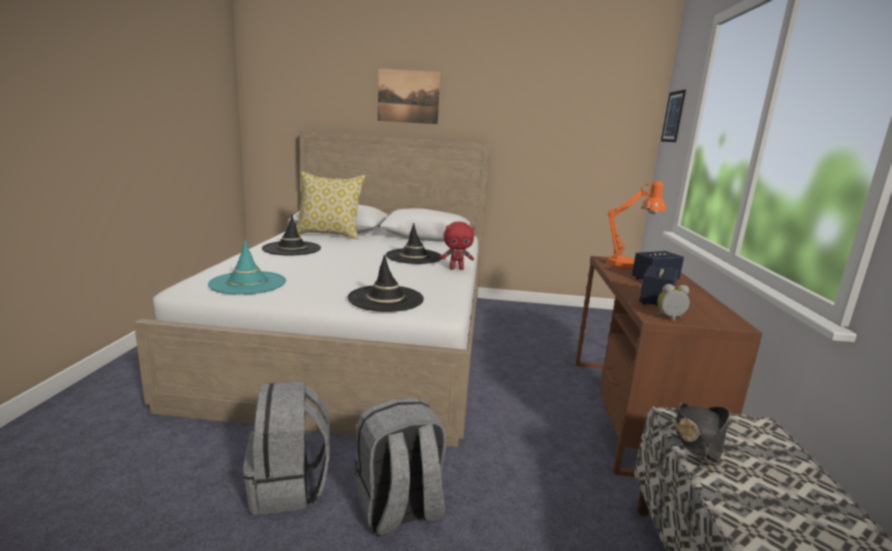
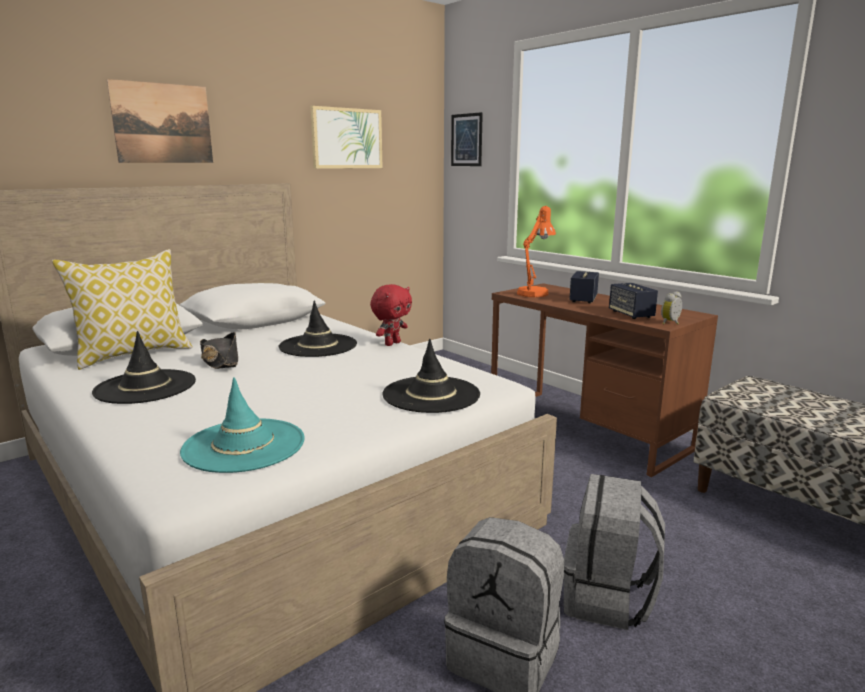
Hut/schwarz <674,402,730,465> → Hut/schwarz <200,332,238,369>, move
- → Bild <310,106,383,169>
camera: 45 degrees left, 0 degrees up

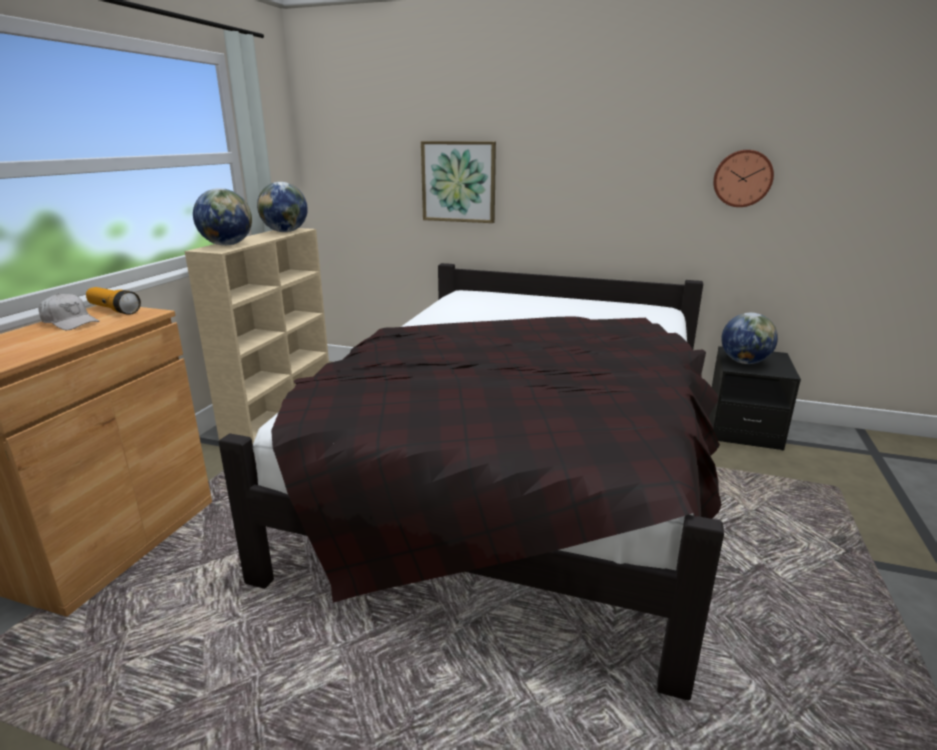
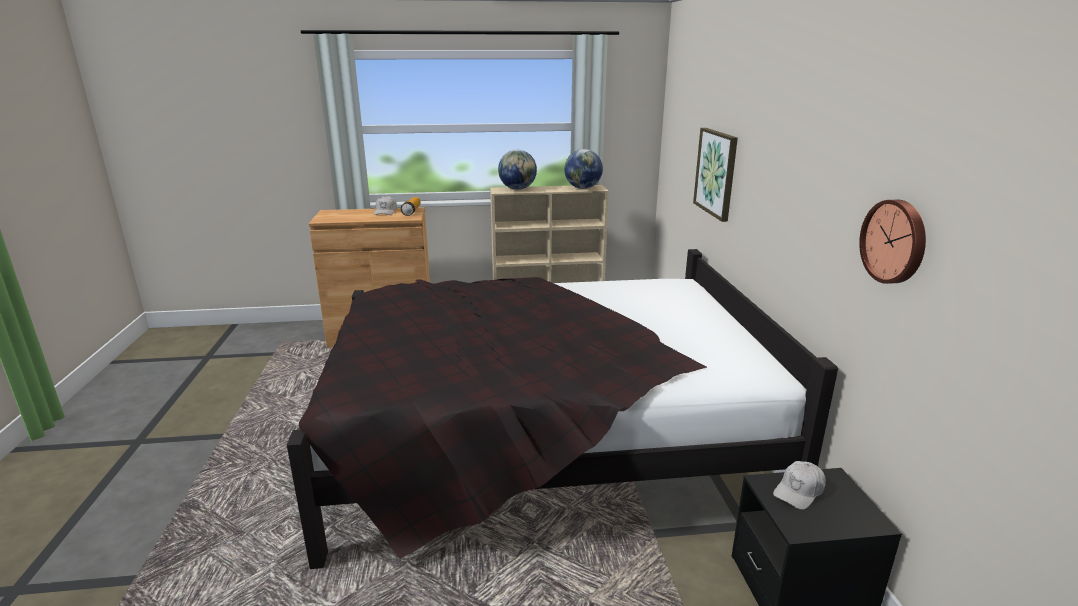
Globus <721,313,778,364> → Kappe/weiß <773,461,826,510>
camera: 65 degrees right, 0 degrees up

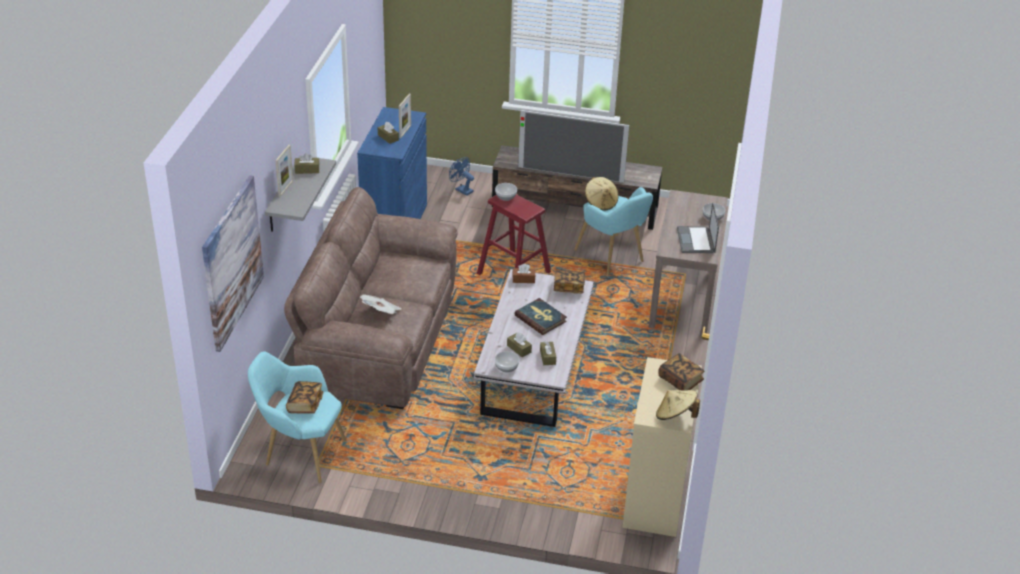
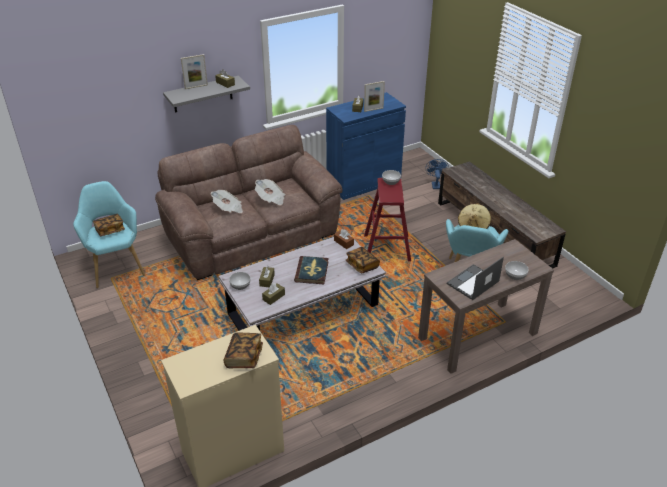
Fernseher <518,110,629,183> → -
Bild <202,175,264,352> → -
Hut/beige <656,390,700,420> → -
- → Zeitung <255,179,285,206>
camera: 50 degrees right, 0 degrees up

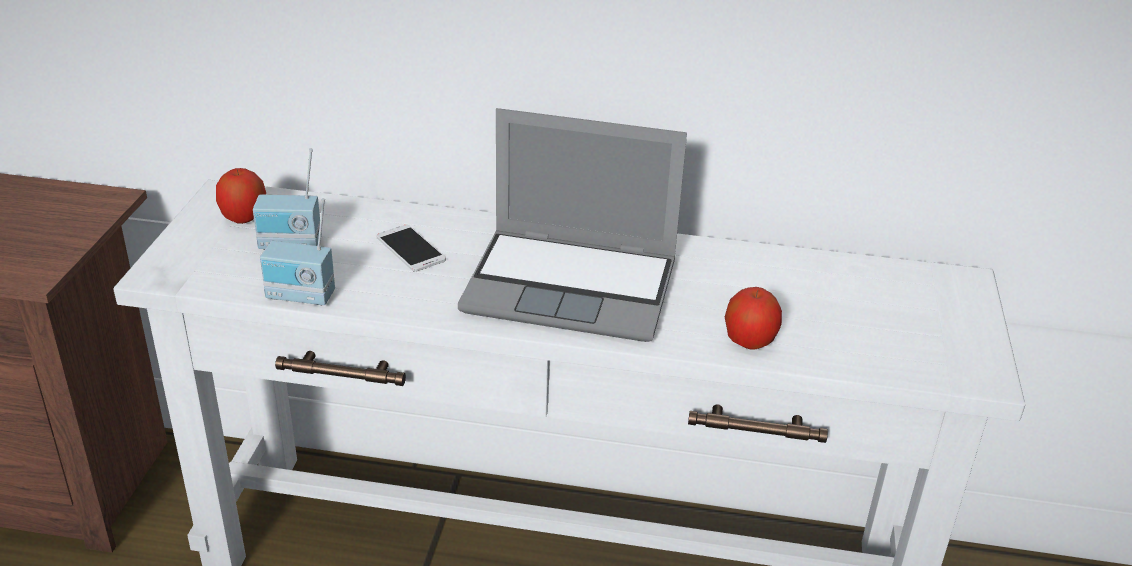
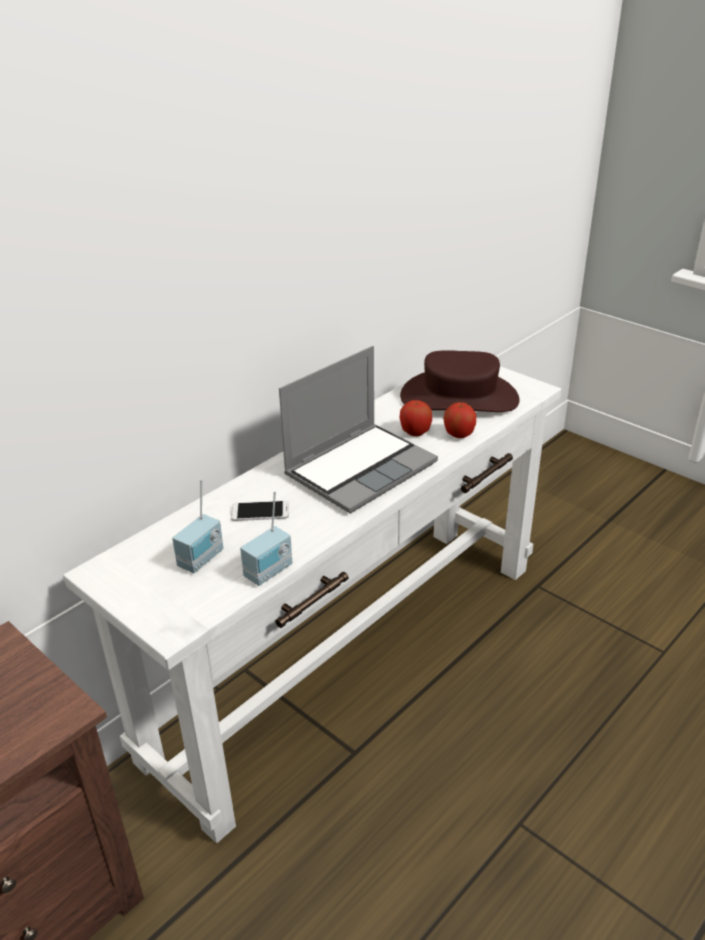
Apfel <216,168,266,224> → Apfel <400,400,432,436>, move
- → Hut/braun <400,351,520,412>
camera: 55 degrees left, 0 degrees up

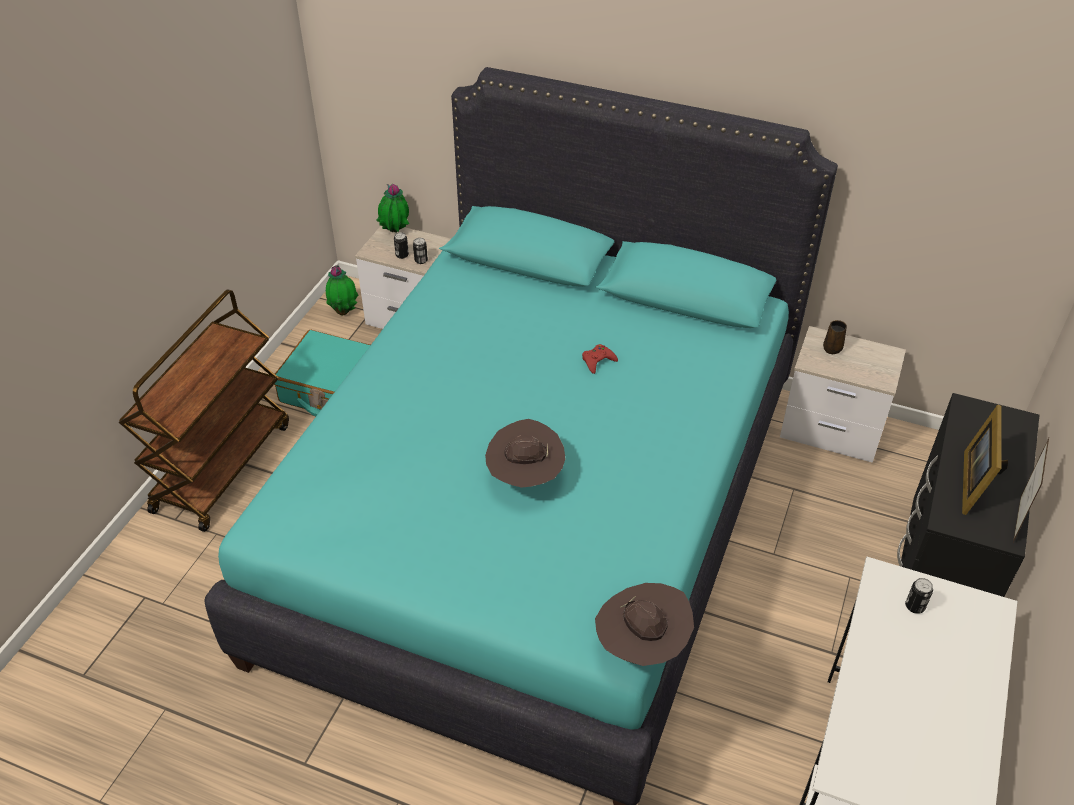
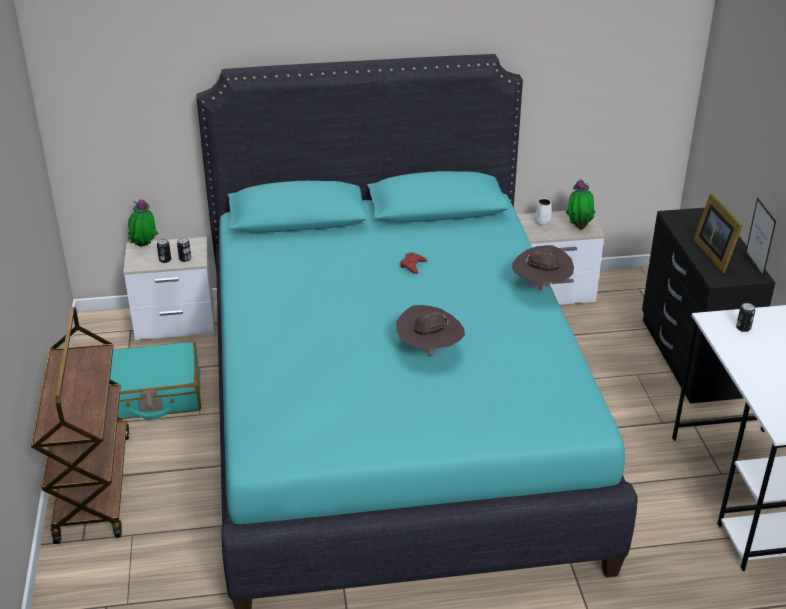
Topfpflanze <326,265,358,315> → Topfpflanze <566,180,595,229>, move
Henkelbecher/braun <823,320,847,355> → Henkelbecher/weiß <535,198,551,226>
Hut/braun <595,583,694,666> → Hut/braun <512,245,574,290>, move
camera: 30 degrees left, 10 degrees down

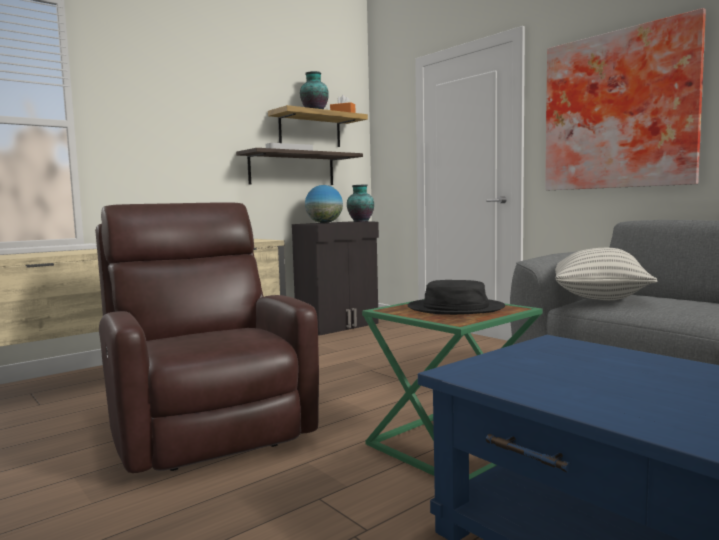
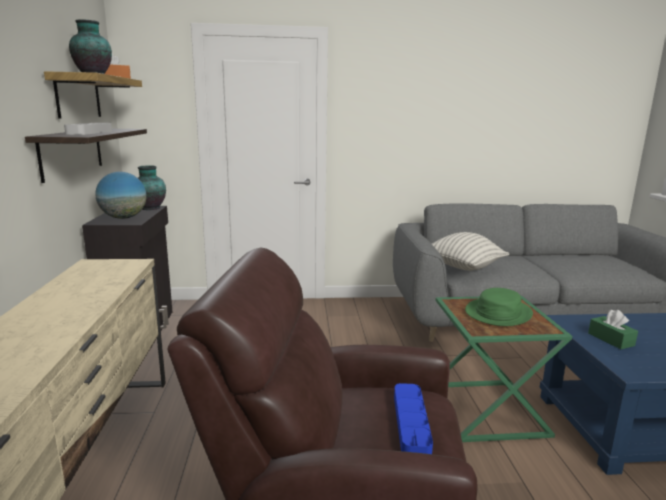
Bild <545,8,706,190> → -
Hut/schwarz <408,280,505,315> → Hut/grün <465,288,533,326>
- → Taschentuchbox/grün <588,310,638,349>
- → Tablett/blau <394,383,433,454>
camera: 55 degrees left, 10 degrees up

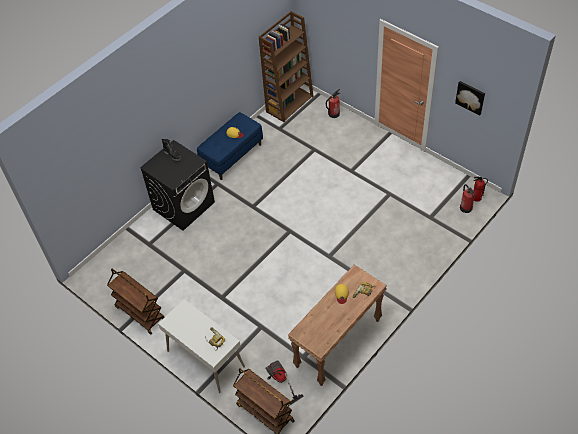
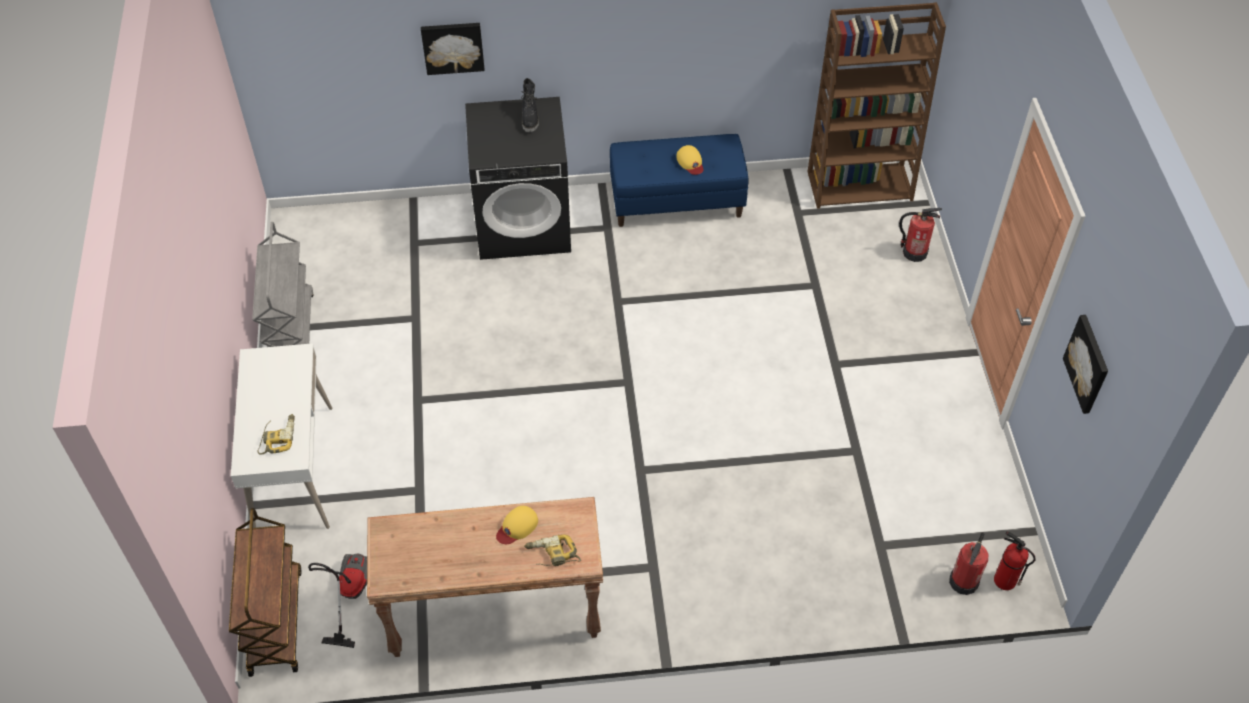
Rollwagen/braun <107,269,164,335> → Rollwagen/grau <252,222,314,347>
- → Bild <421,23,485,75>
camera: 40 degrees right, 0 degrees up

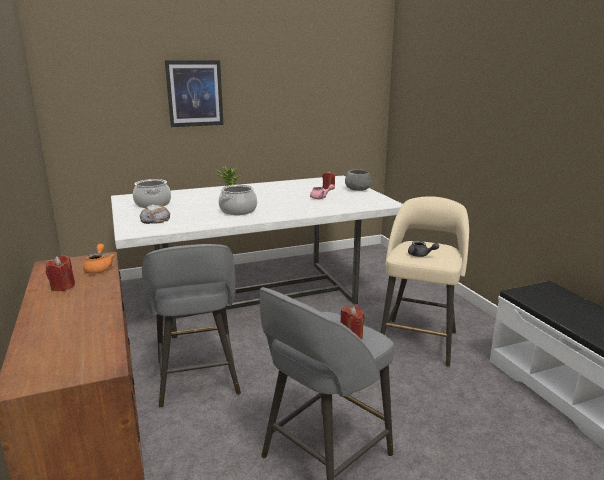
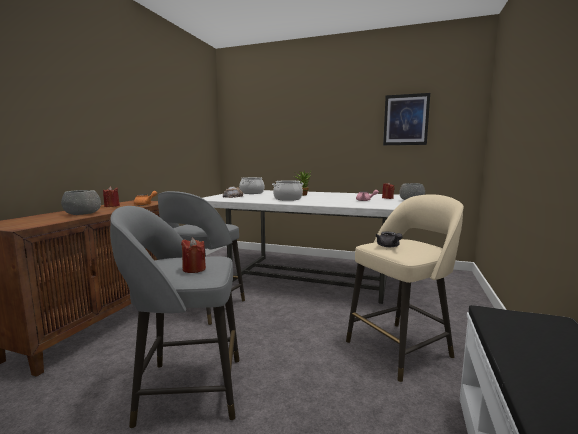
Bild <165,60,224,127> → Bild <383,93,430,145>, move
- → Schüssel/grau <61,190,101,215>
camera: 40 degrees right, 10 degrees down

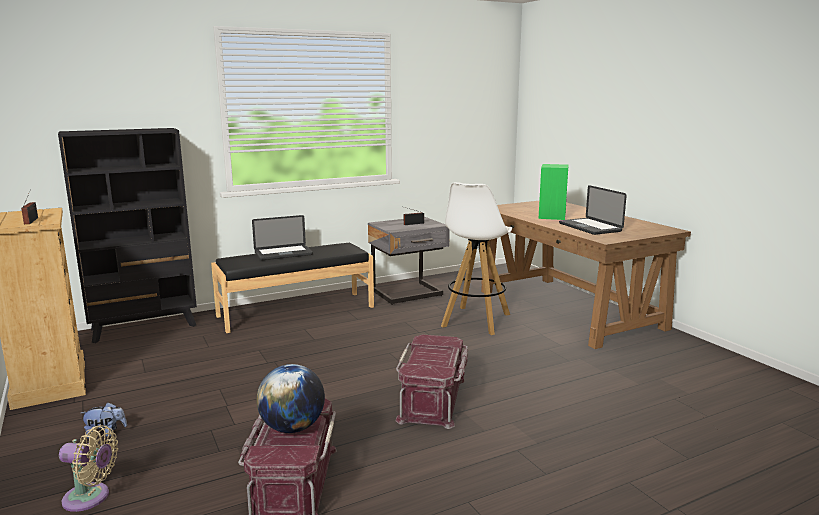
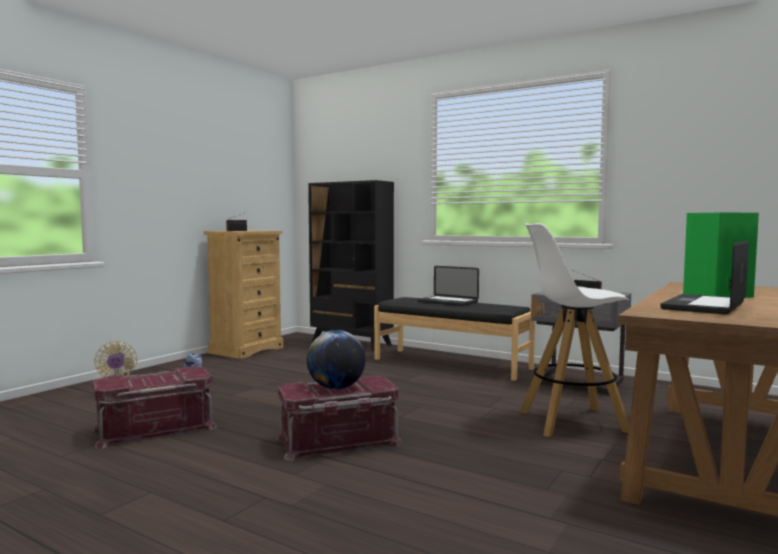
Globus <256,364,325,433> → Globus <307,330,366,390>, move
camera: 60 degrees right, 10 degrees down

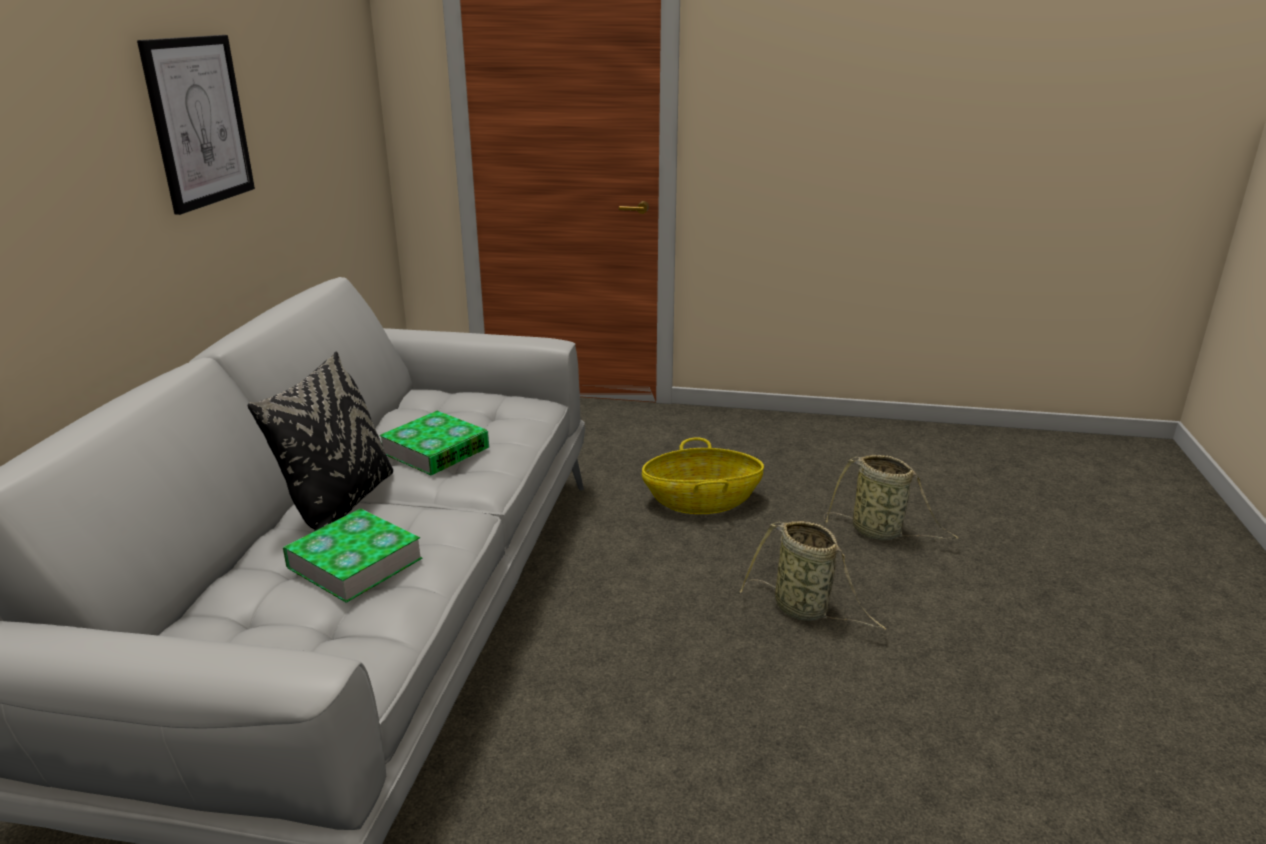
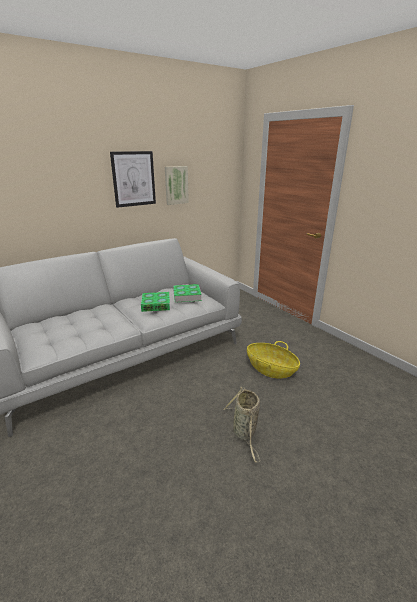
Kissen/schwarz <248,351,393,531> → -
Korb <824,455,958,540> → -
Buch <283,509,423,603> → Buch <173,284,202,303>, move
- → Bild <165,166,189,205>
camera: 45 degrees right, 0 degrees up

